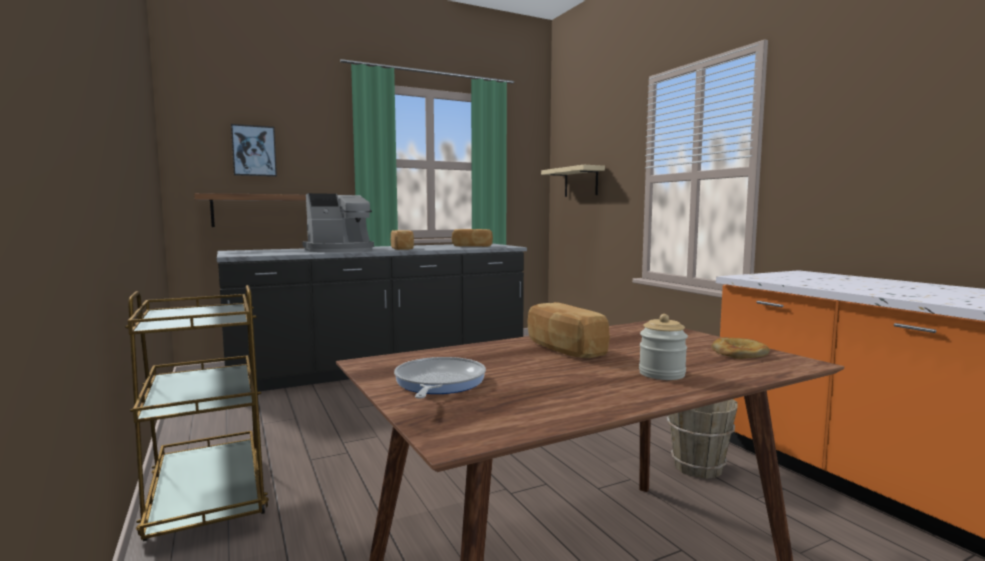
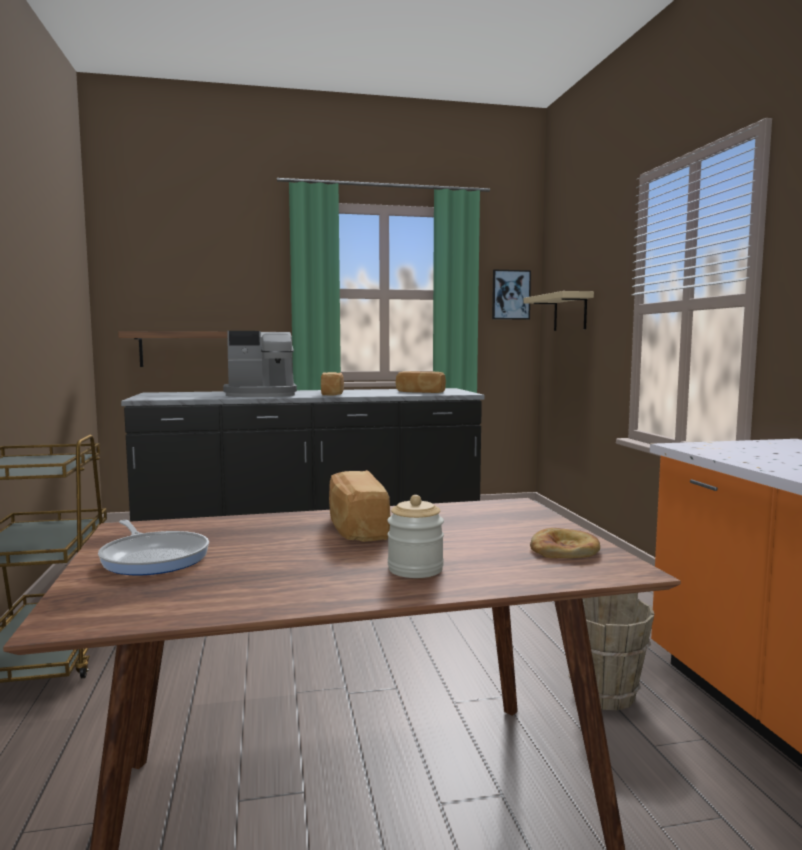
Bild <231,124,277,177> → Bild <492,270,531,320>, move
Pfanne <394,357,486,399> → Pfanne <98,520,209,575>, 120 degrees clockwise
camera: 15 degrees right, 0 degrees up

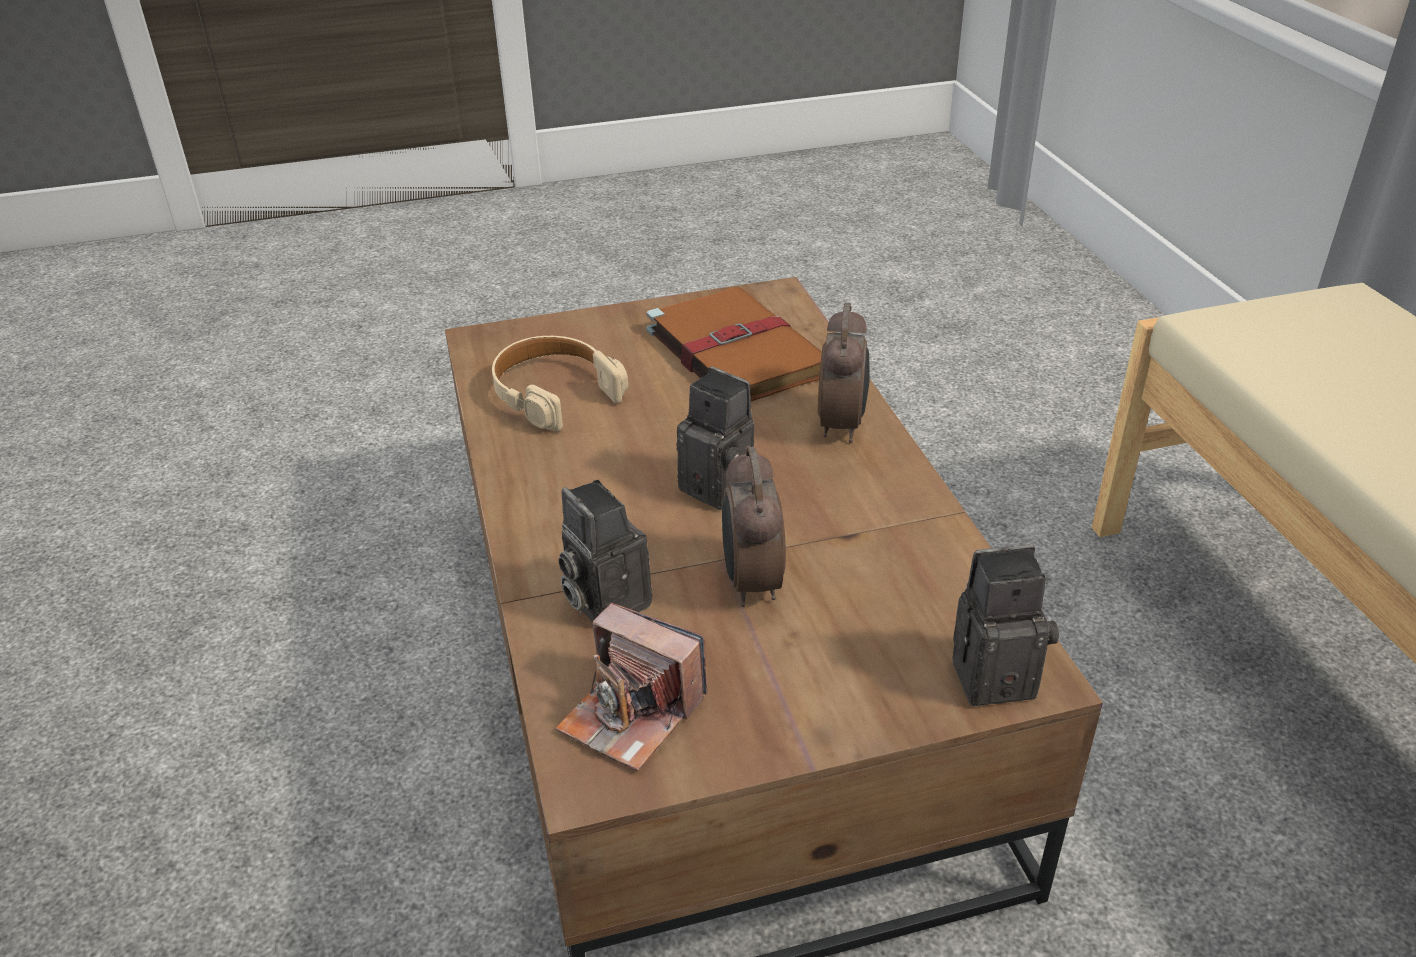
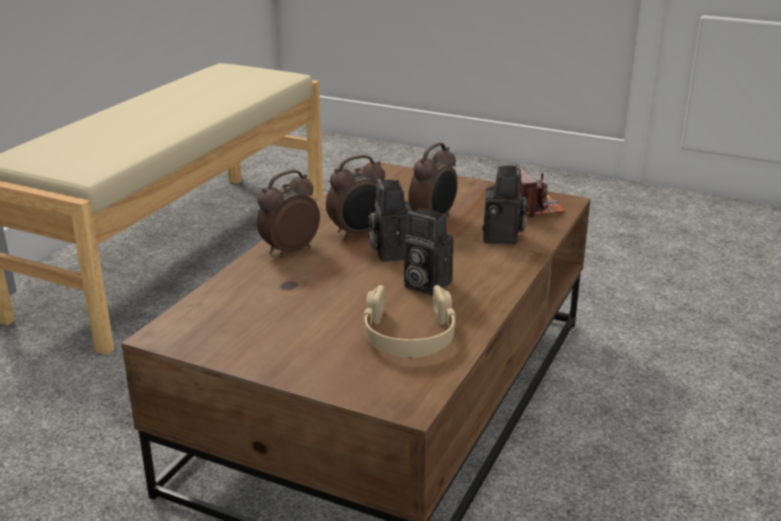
Buch/braun <646,287,822,401> → -
Kamera <952,545,1059,706> → Kamera <404,208,453,295>, move
- → Wecker <326,155,385,240>
camera: 140 degrees left, 10 degrees down

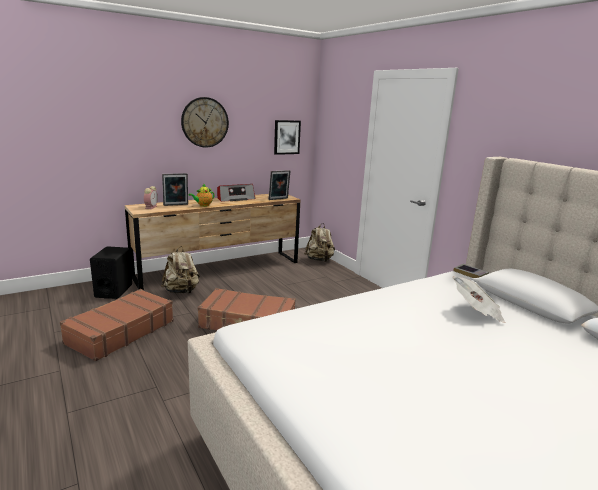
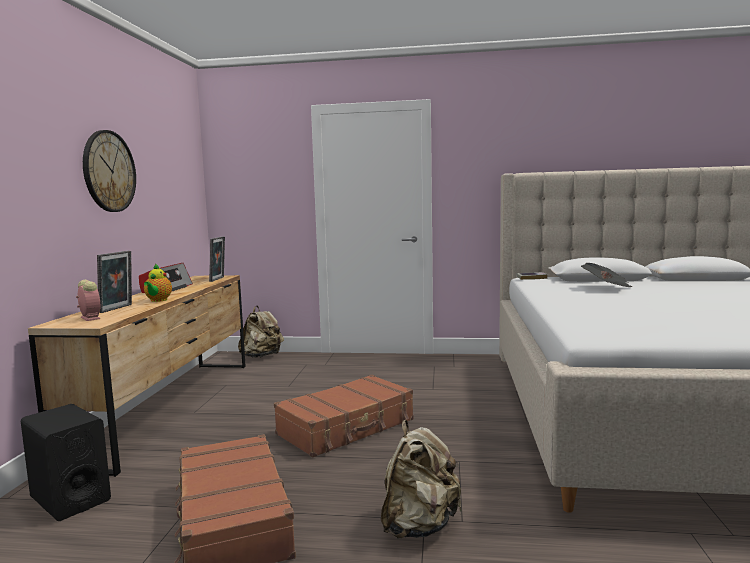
Bild <274,120,301,155> → -
Rucksack/beige <161,246,200,294> → Rucksack/beige <381,420,462,539>, move
camera: 50 degrees left, 10 degrees down

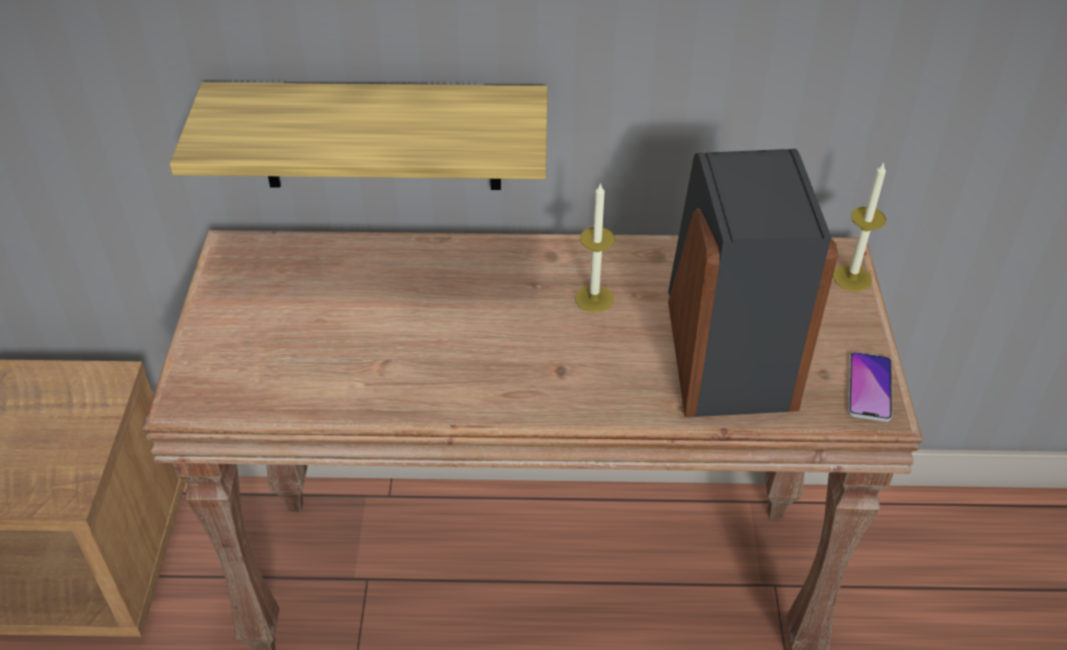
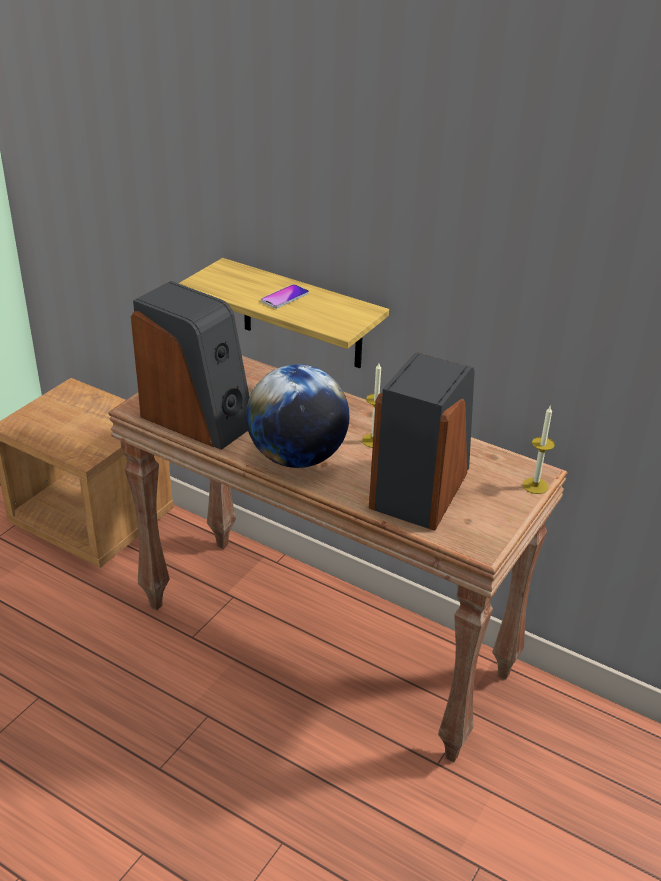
Handy <848,352,892,422> → Handy <261,284,309,308>, move
- → Lautsprecher <131,281,249,450>
- → Globus <246,364,349,468>
camera: 30 degrees right, 10 degrees down

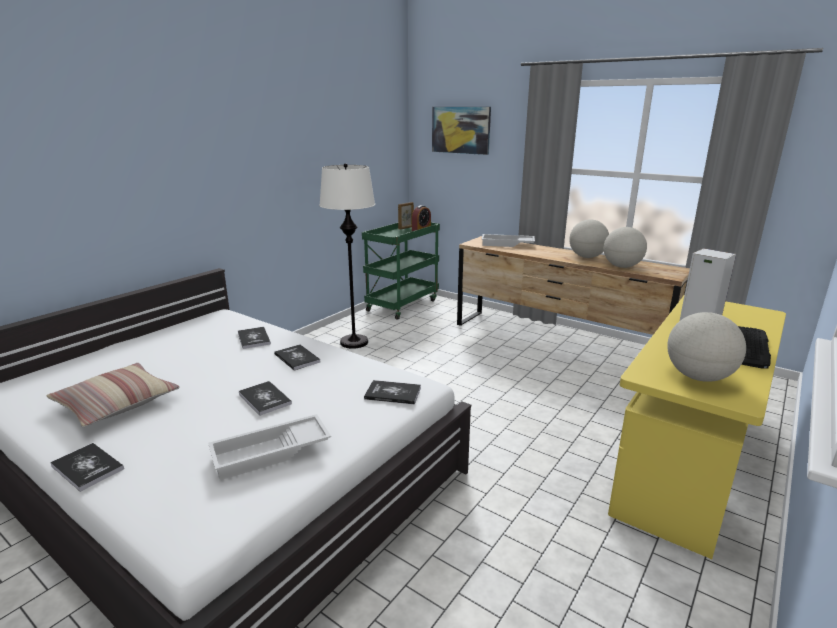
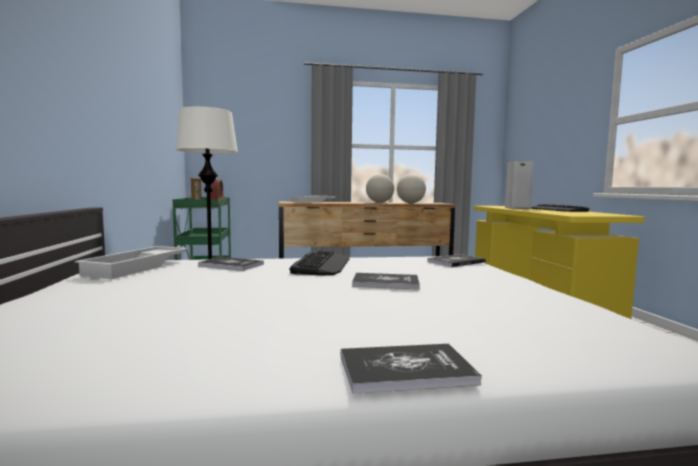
Bild <432,107,491,155> → -
Globus <667,312,746,382> → -
Buch <274,344,320,371> → Tastatur <289,251,349,275>
Kissen <46,363,180,427> → -
Tablett/weiß <208,414,331,480> → Tablett/weiß <75,246,188,279>, move
camera: 45 degrees left, 15 degrees down

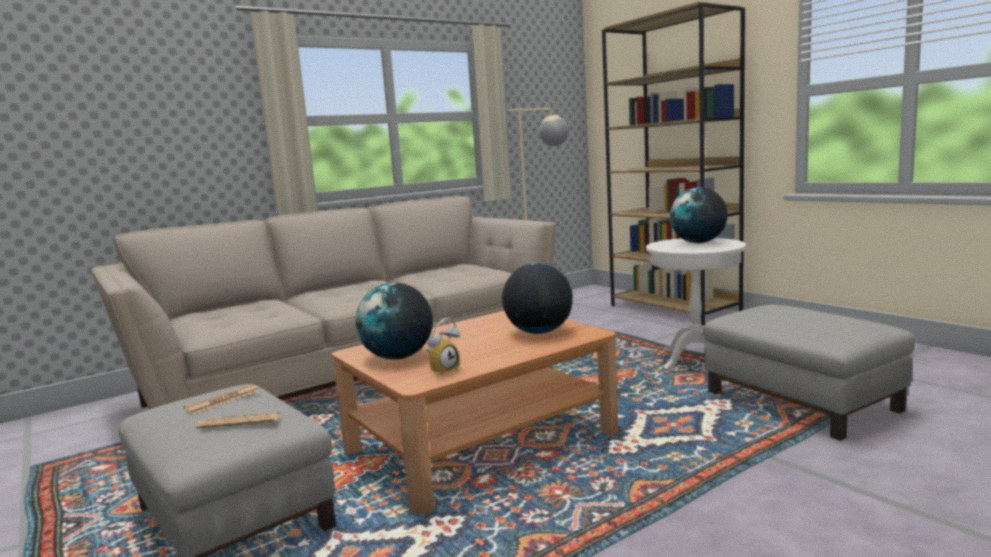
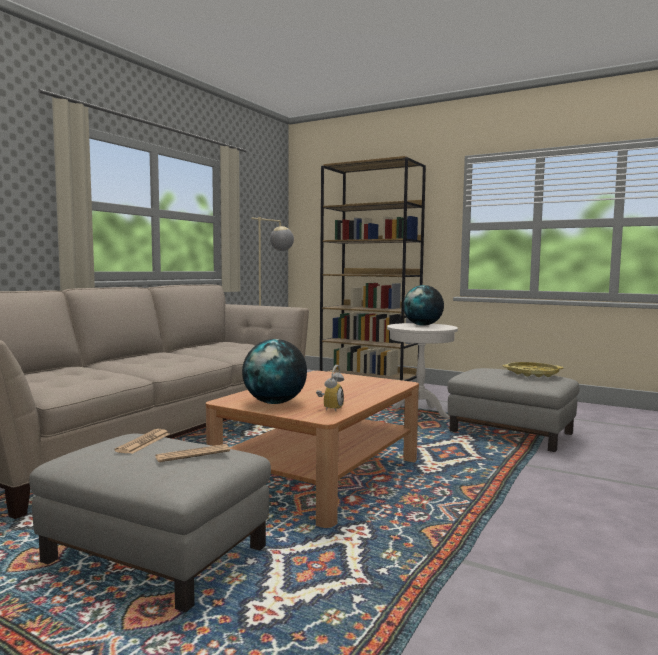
Globus <502,263,573,334> → -
- → Tablett/gelb <502,362,564,377>
camera: 25 degrees left, 5 degrees down

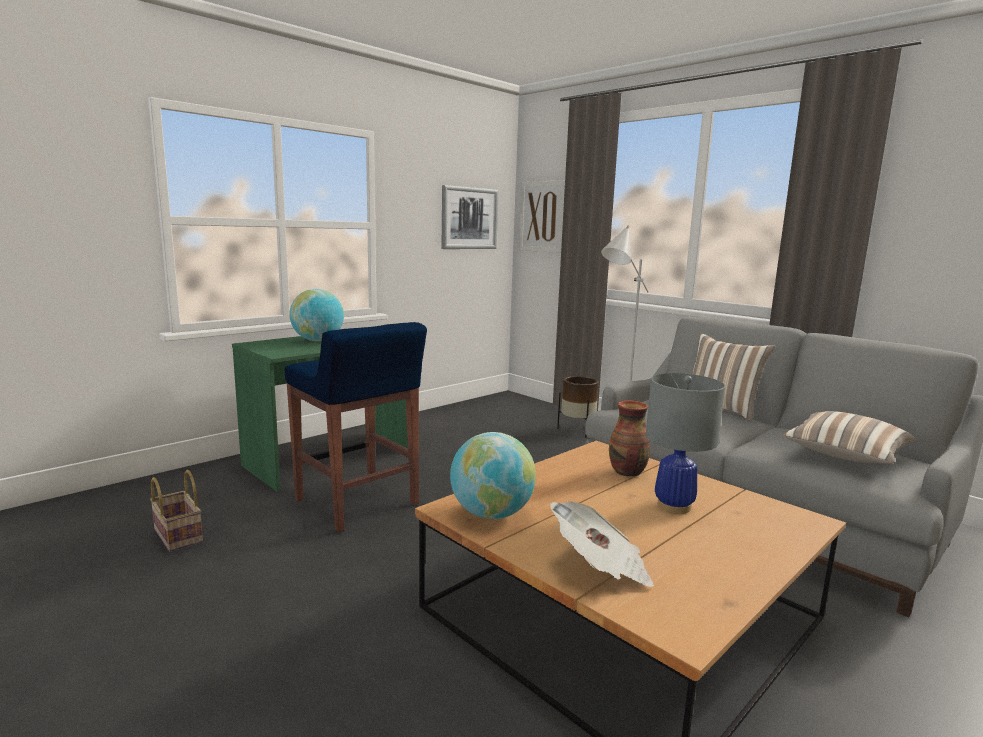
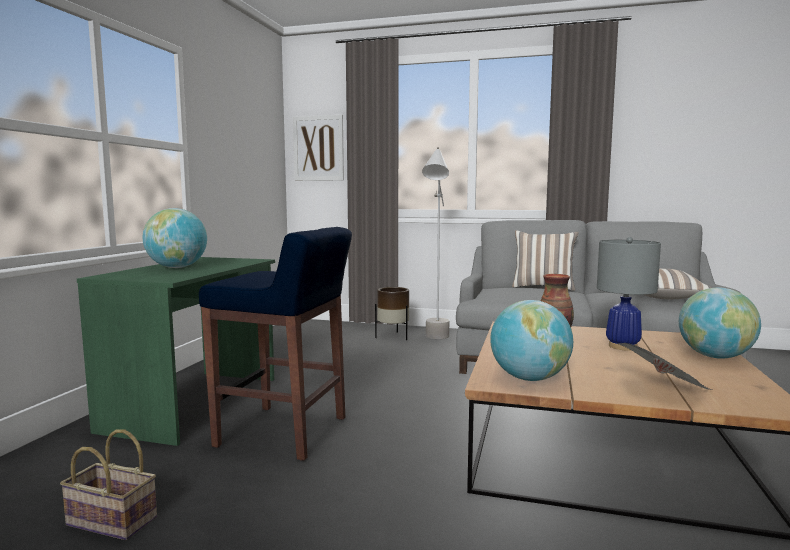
Bild <442,185,498,249> → -
- → Globus <679,288,761,358>
camera: 30 degrees left, 5 degrees down

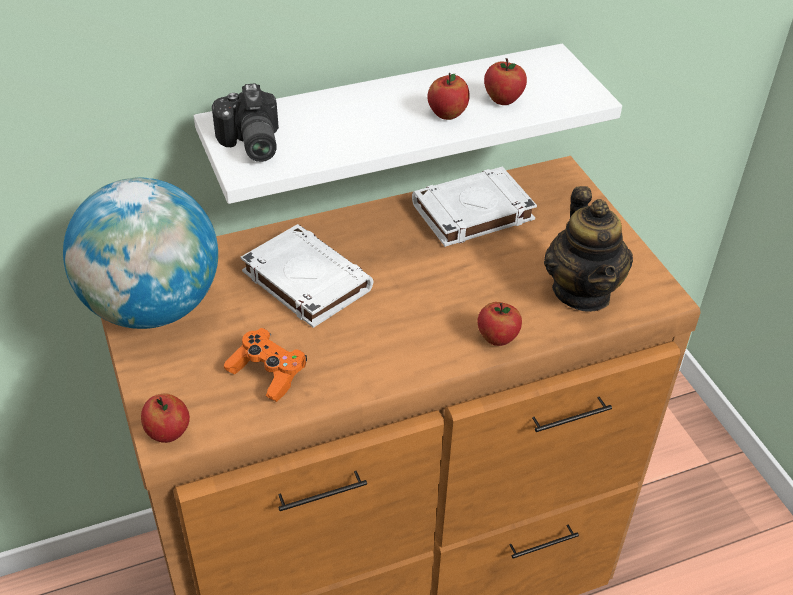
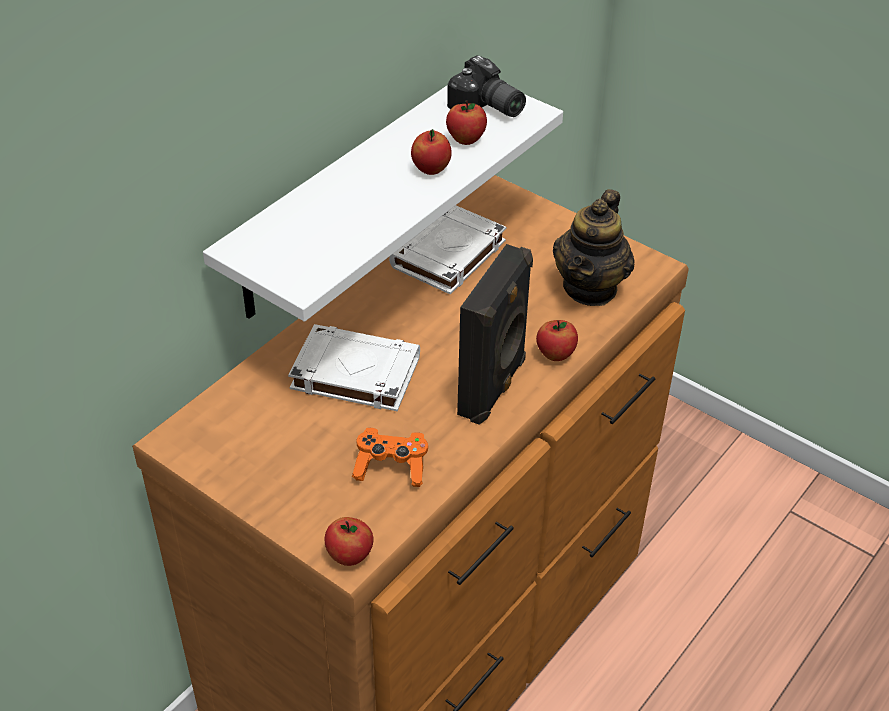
Kamera <212,83,279,162> → Kamera <447,55,526,117>, move
Globus <63,178,218,329> → -
Teekanne <544,186,633,312> → Teekanne <553,189,635,306>, 60 degrees clockwise
- → Lautsprecher/schwarz <457,244,533,425>
camera: 30 degrees left, 0 degrees up

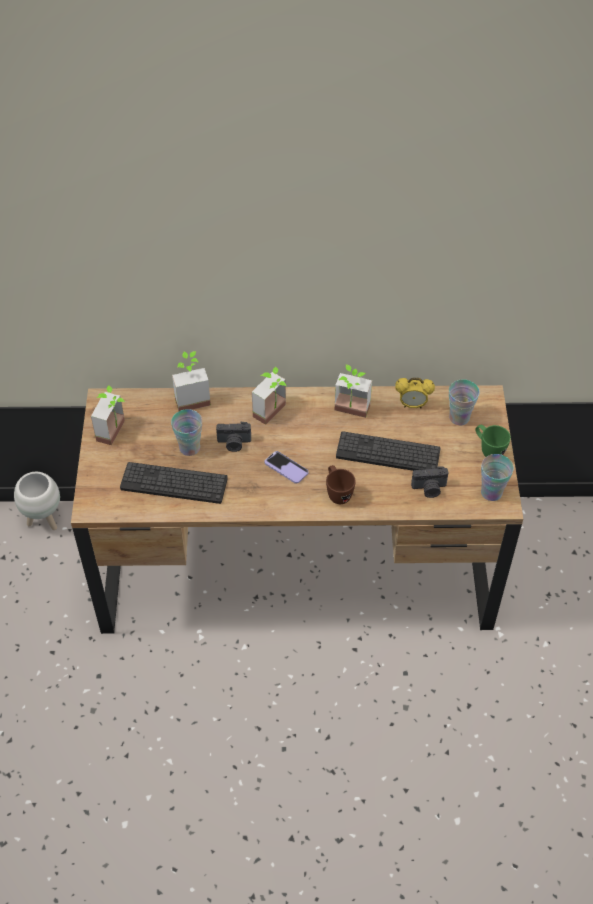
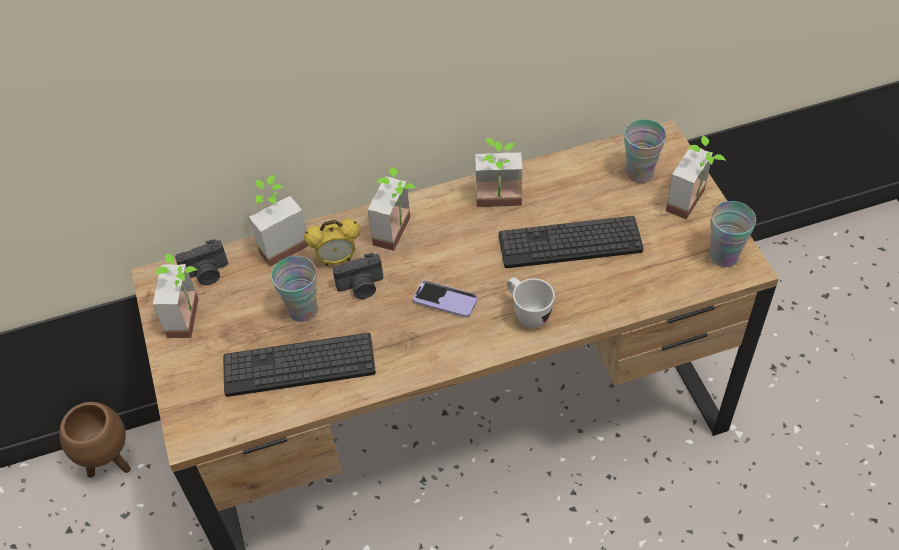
Wecker <395,378,435,409> → Wecker <304,219,360,266>, move
Henkelbecher/grün <475,425,511,457> → Topfpflanze <666,136,725,220>
Henkelbecher/braun <326,465,356,504> → Henkelbecher/weiß <507,278,555,329>
Kamera <411,466,448,498> → Kamera <175,239,228,285>, move
Pflanzkübel/weiß <14,472,60,530> → Pflanzkübel/braun <59,402,131,478>
camera: 15 degrees left, 0 degrees up

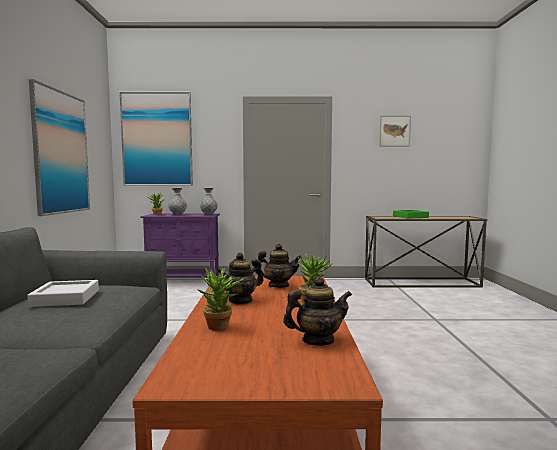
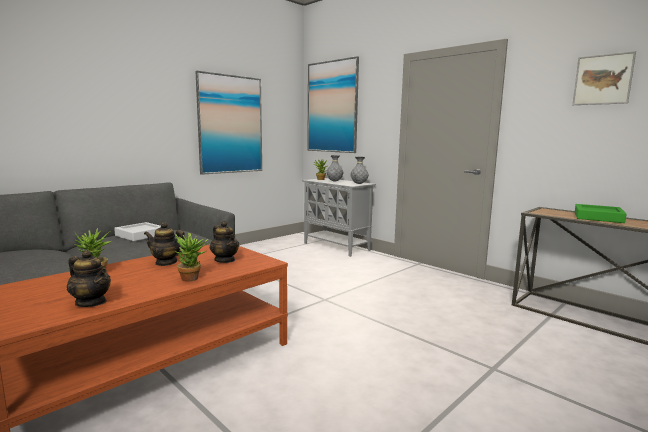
Schrank/lila <140,214,220,277> → Schrank/grau <302,178,376,257>
camera: 45 degrees right, 5 degrees up

